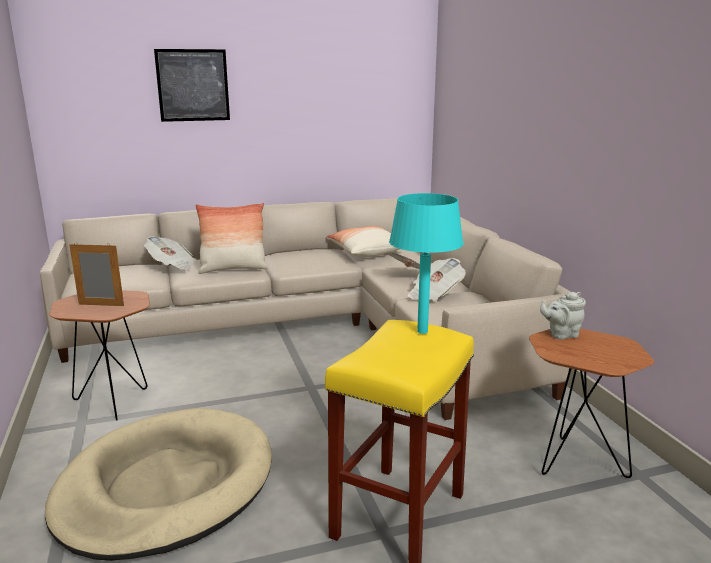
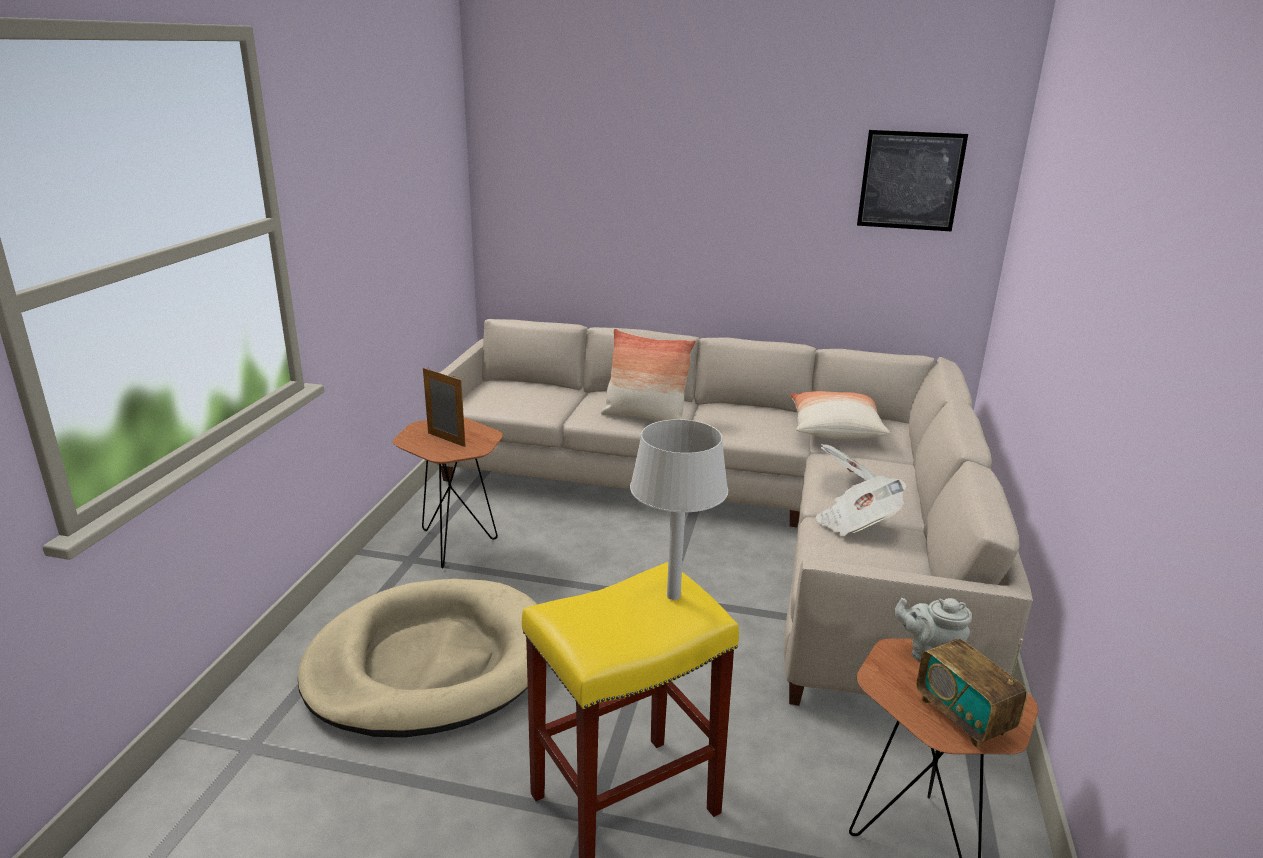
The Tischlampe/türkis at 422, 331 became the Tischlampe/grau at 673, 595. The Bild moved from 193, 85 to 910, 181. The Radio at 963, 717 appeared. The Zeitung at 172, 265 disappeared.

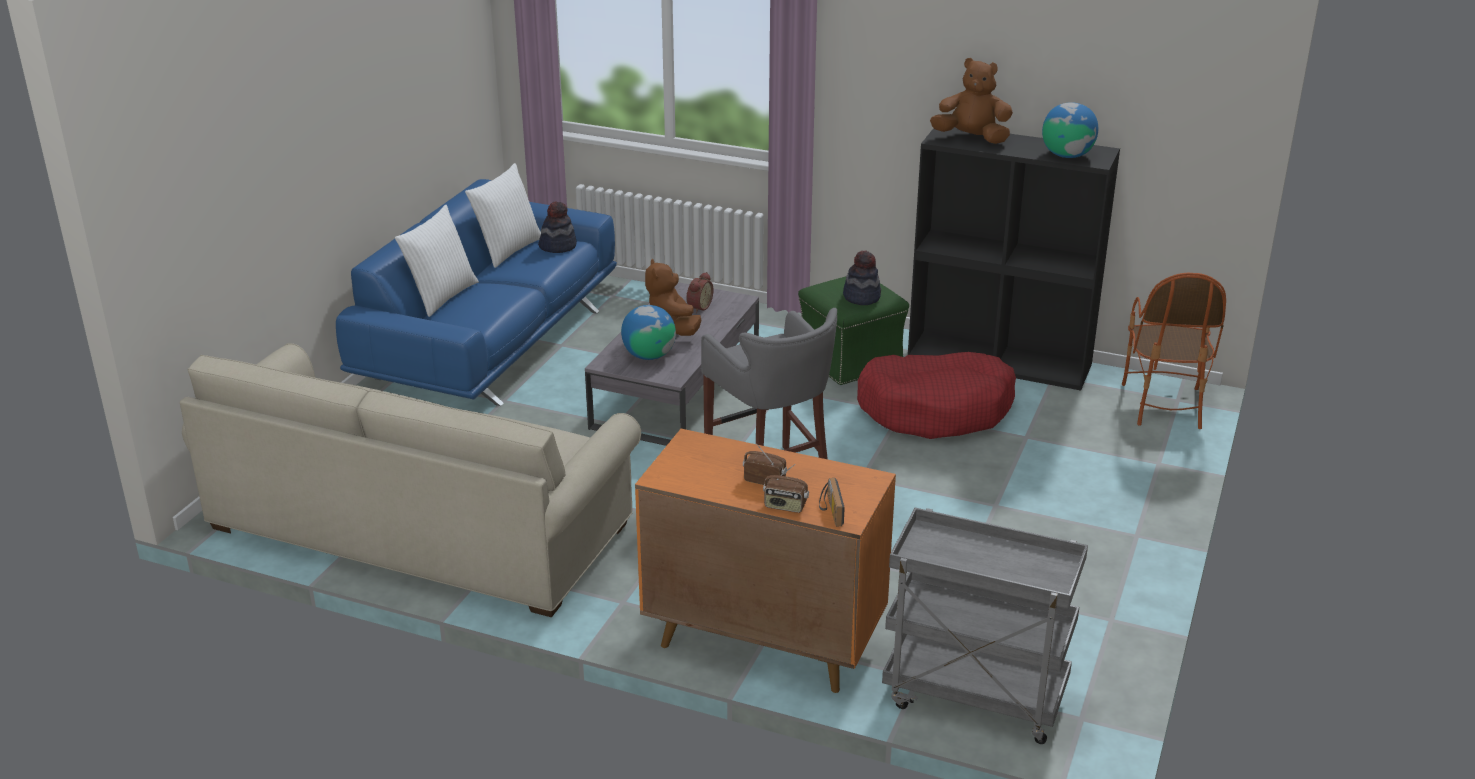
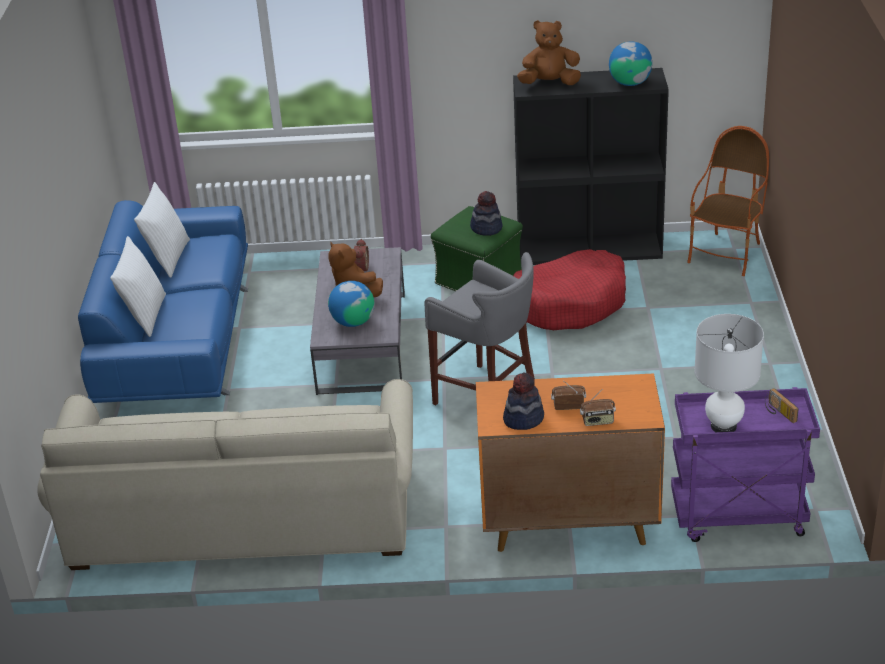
The Hut moved from 558, 246 to 523, 418. The Rollwagen/grau at 973, 698 became the Rollwagen/lila at 737, 518. The Sessel at 1163, 405 turned 135 degrees counterclockwise. The Tischlampe/weiß at 723, 426 appeared. The Radio moved from 829, 510 to 778, 413.

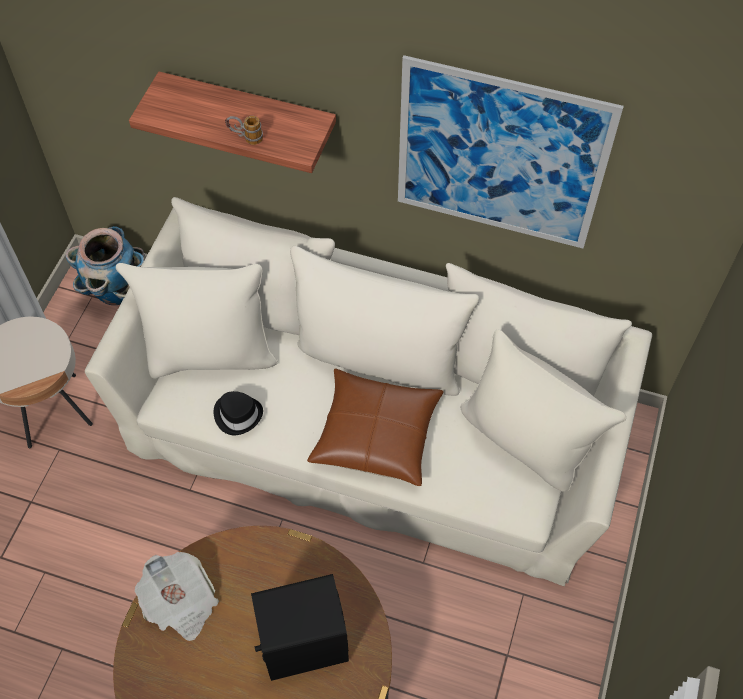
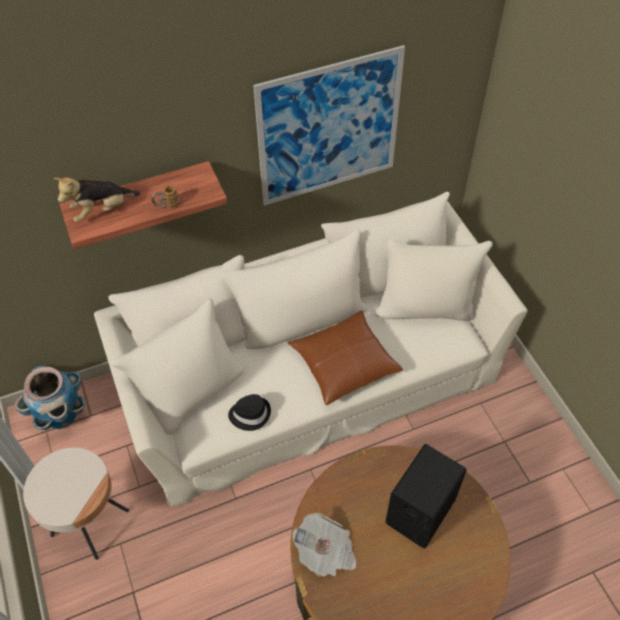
The Plüschtier at 102, 211 appeared.

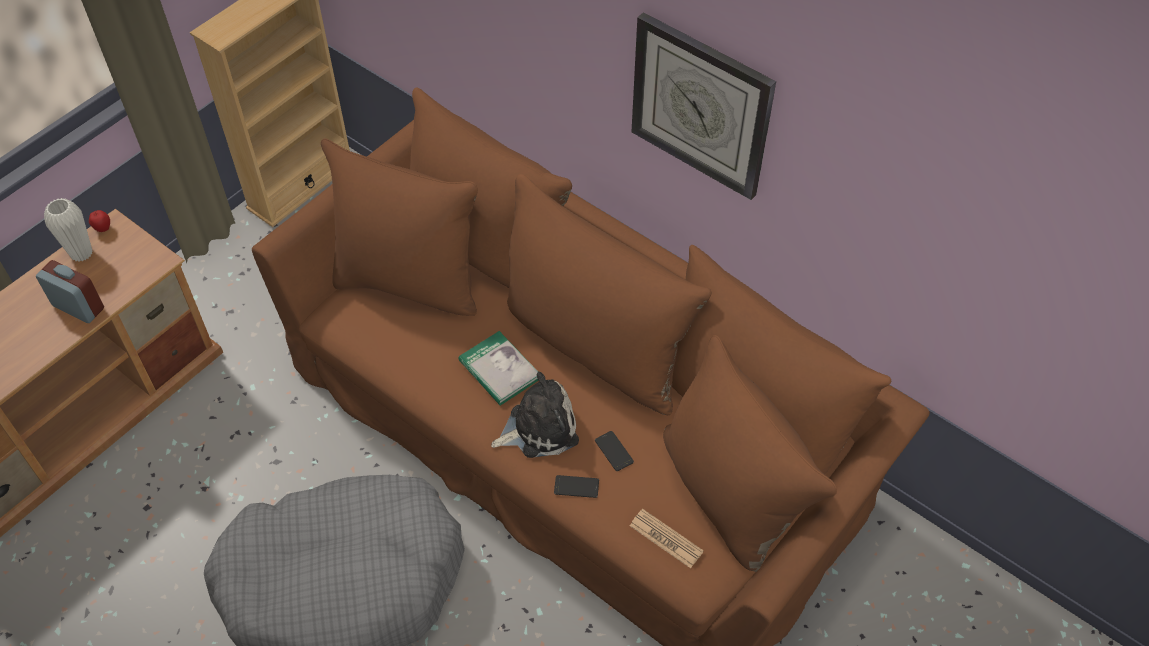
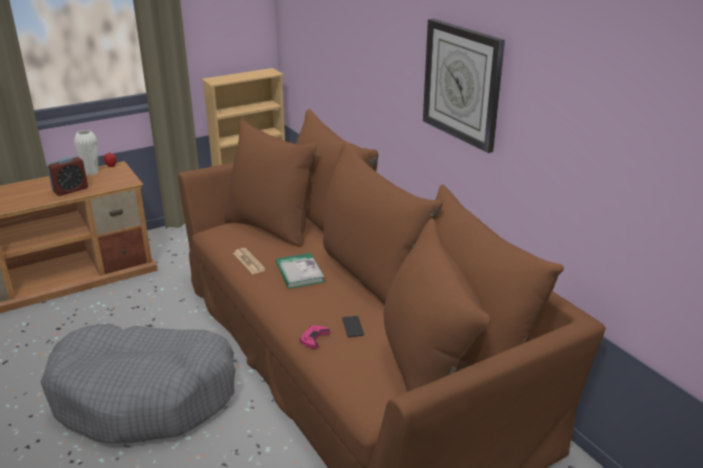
The Wecker at 78, 307 turned 90 degrees clockwise. The Zeitung moved from 666, 539 to 249, 261. The Handy at 576, 487 was replaced by the Gamepad/rosa at 314, 338. The Plüschtier at 539, 427 disappeared.

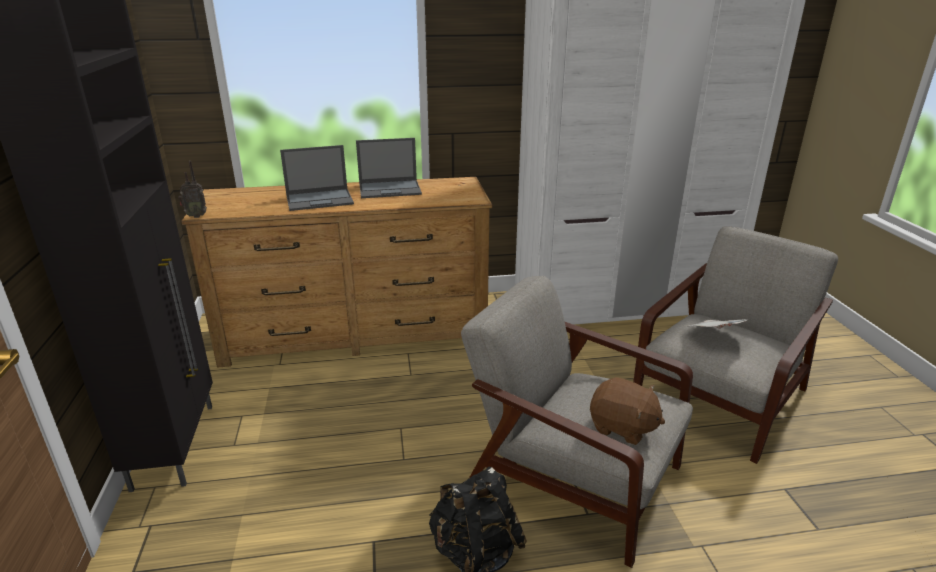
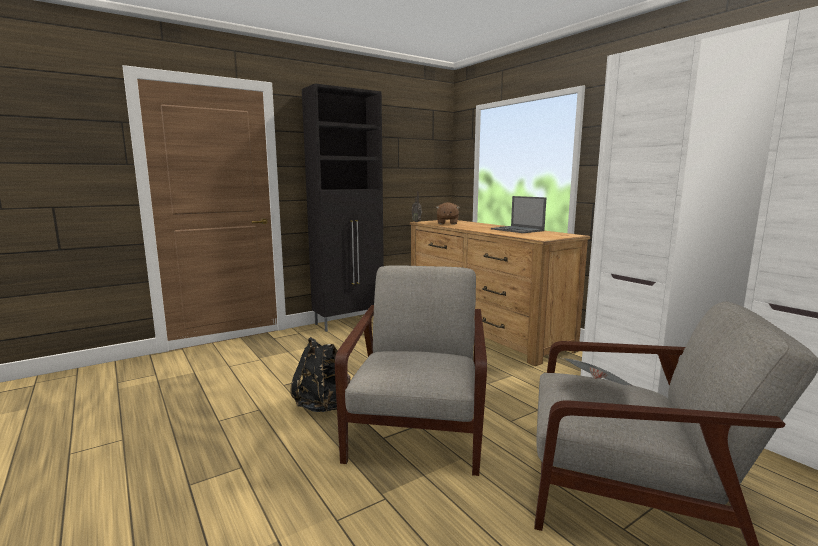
The Plüschtier/braun moved from 622, 427 to 447, 223. The Laptop at 320, 200 disappeared.

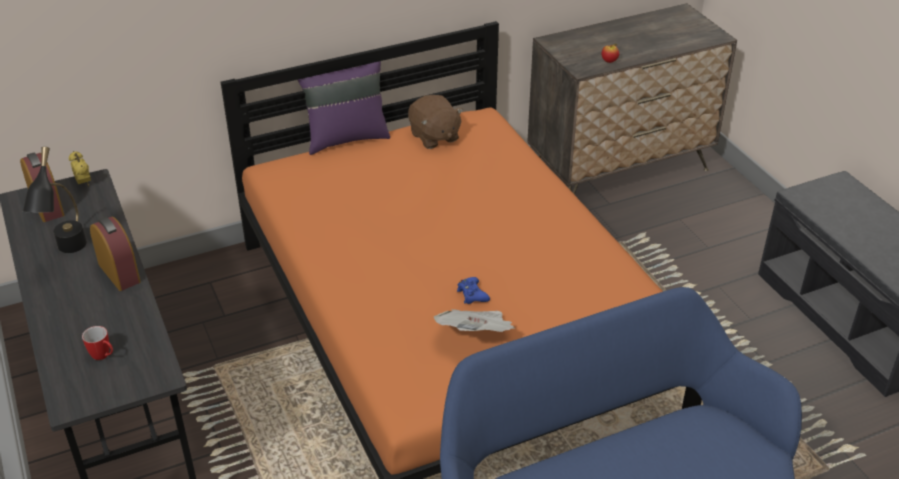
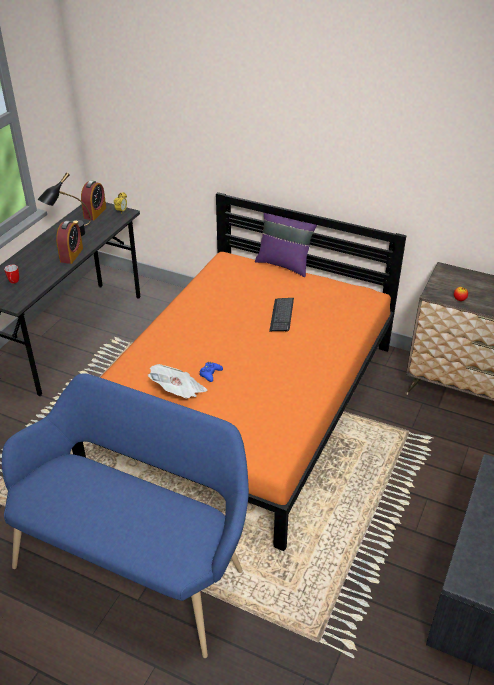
The Tastatur at 281, 315 appeared. The Plüschtier/braun at 434, 137 disappeared.

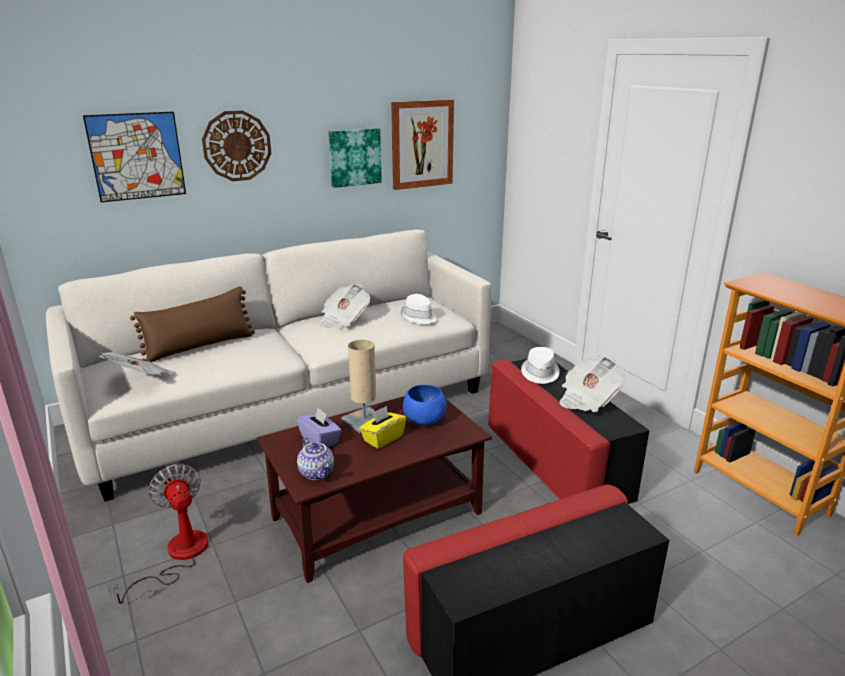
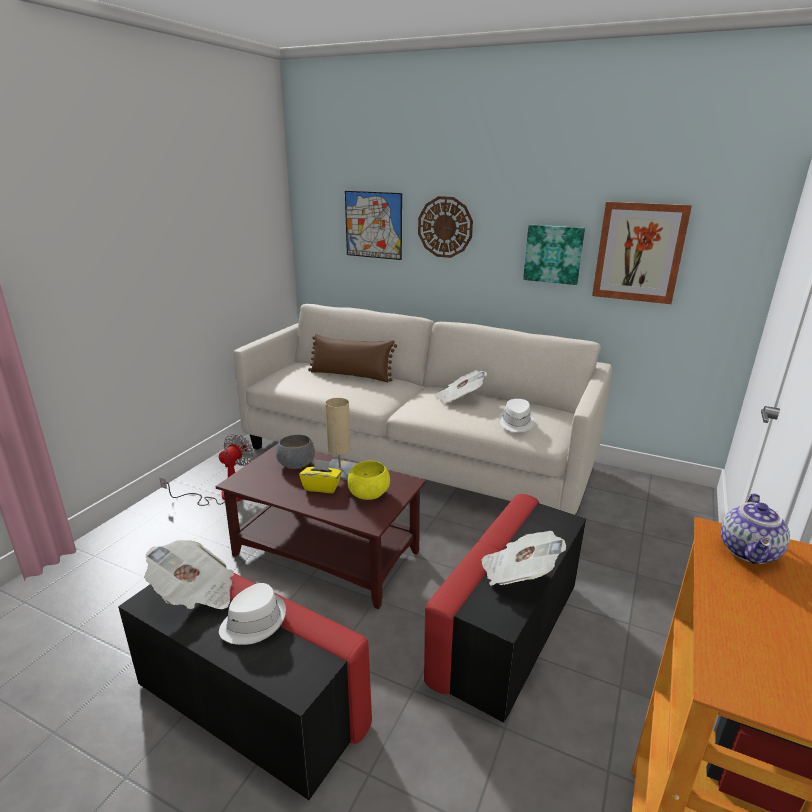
The Zeitung moved from 141, 379 to 195, 593. The Hut/weiß moved from 539, 373 to 253, 621. The Taschentuchbox/lila at 320, 440 was replaced by the Schüssel/grau at 296, 464. The Schüssel/blau at 424, 420 became the Schüssel/gelb at 368, 494. The Teekanne moved from 317, 473 to 750, 552.

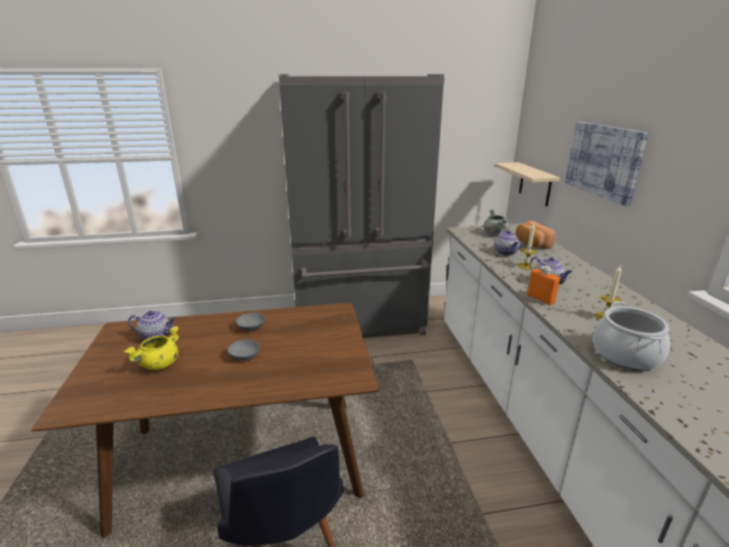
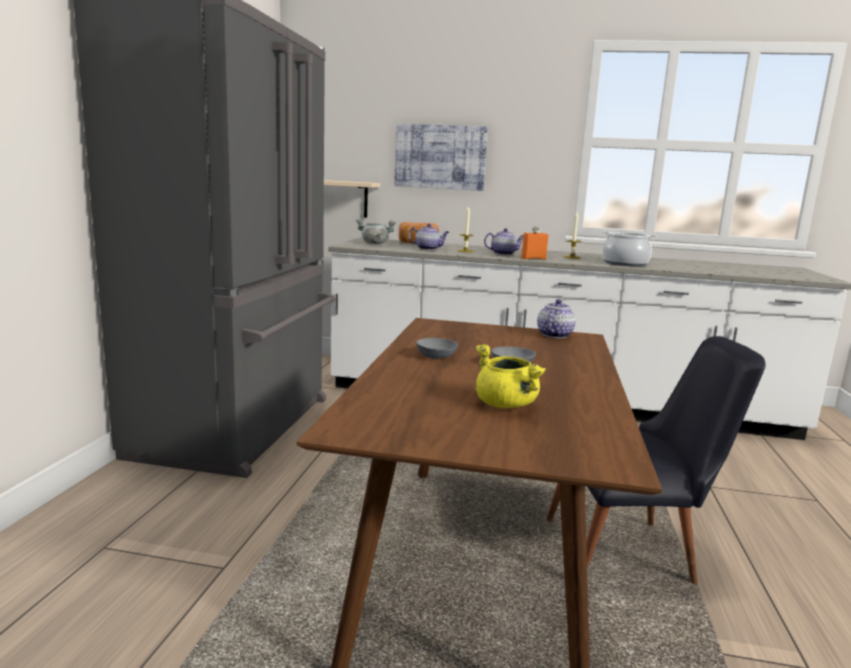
The Teekanne moved from 156, 336 to 554, 335.

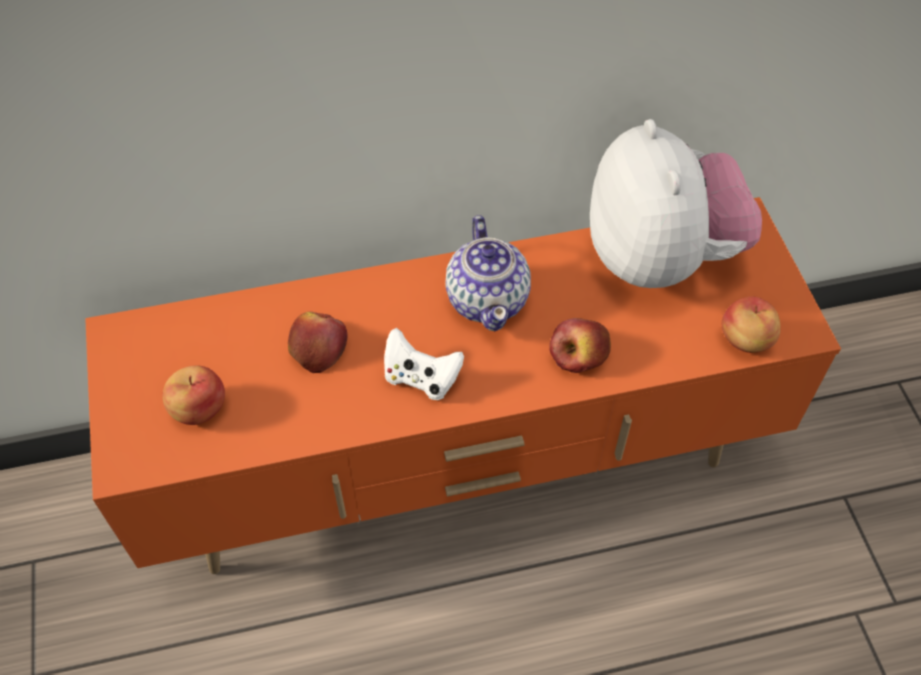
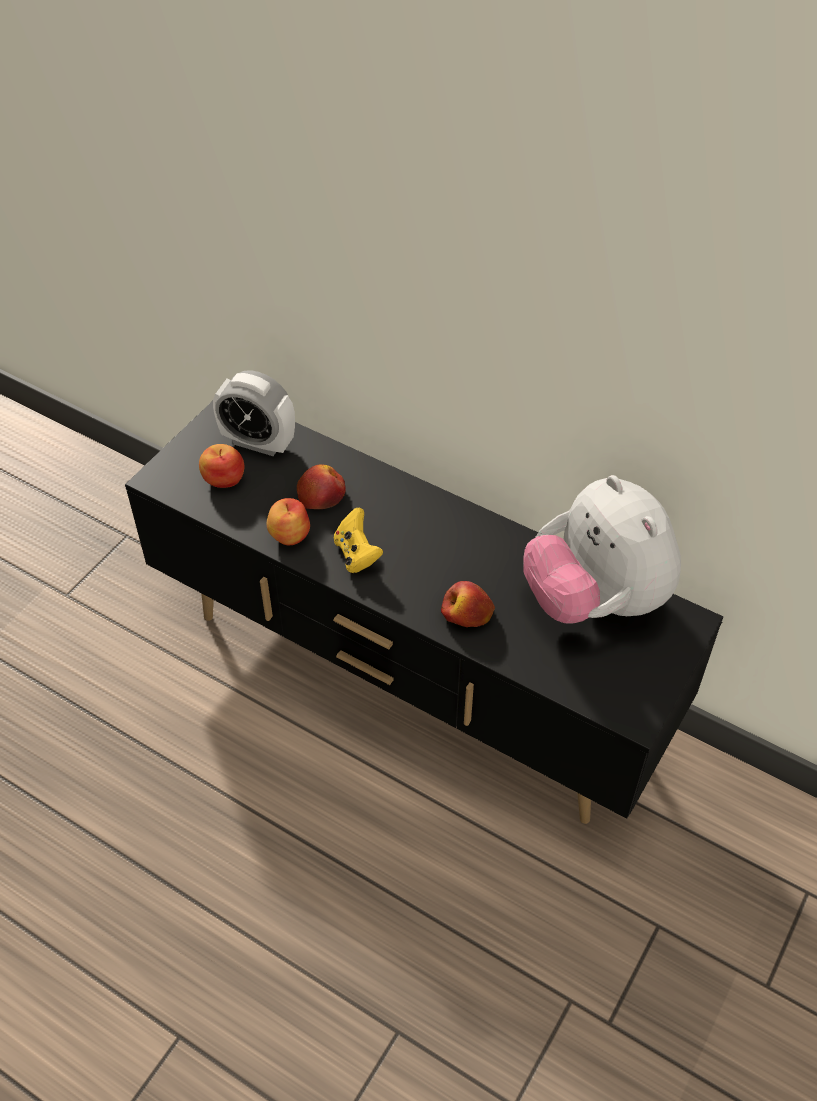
The Fernsehschrank/orange at 461, 468 became the Fernsehschrank/schwarz at 410, 681. The Wecker at 258, 442 appeared. The Apfel moved from 745, 340 to 289, 535. The Gamepad/weiß at 421, 378 became the Gamepad/gelb at 357, 554. The Plüschtier at 660, 258 turned 120 degrees clockwise. The Teekanne at 488, 299 disappeared.

